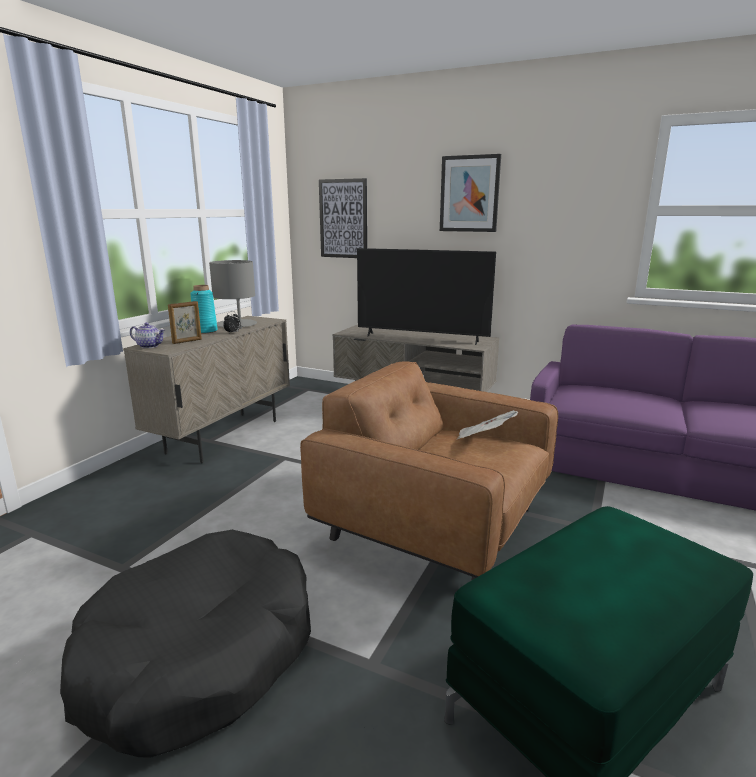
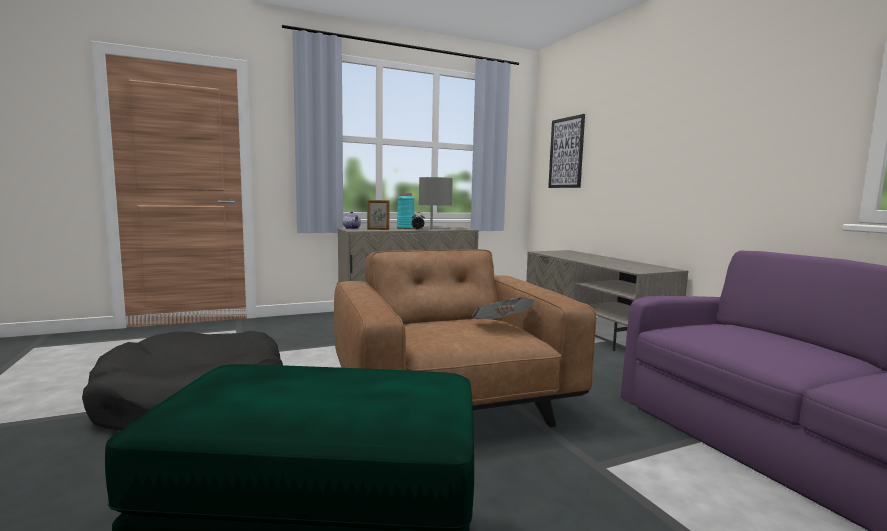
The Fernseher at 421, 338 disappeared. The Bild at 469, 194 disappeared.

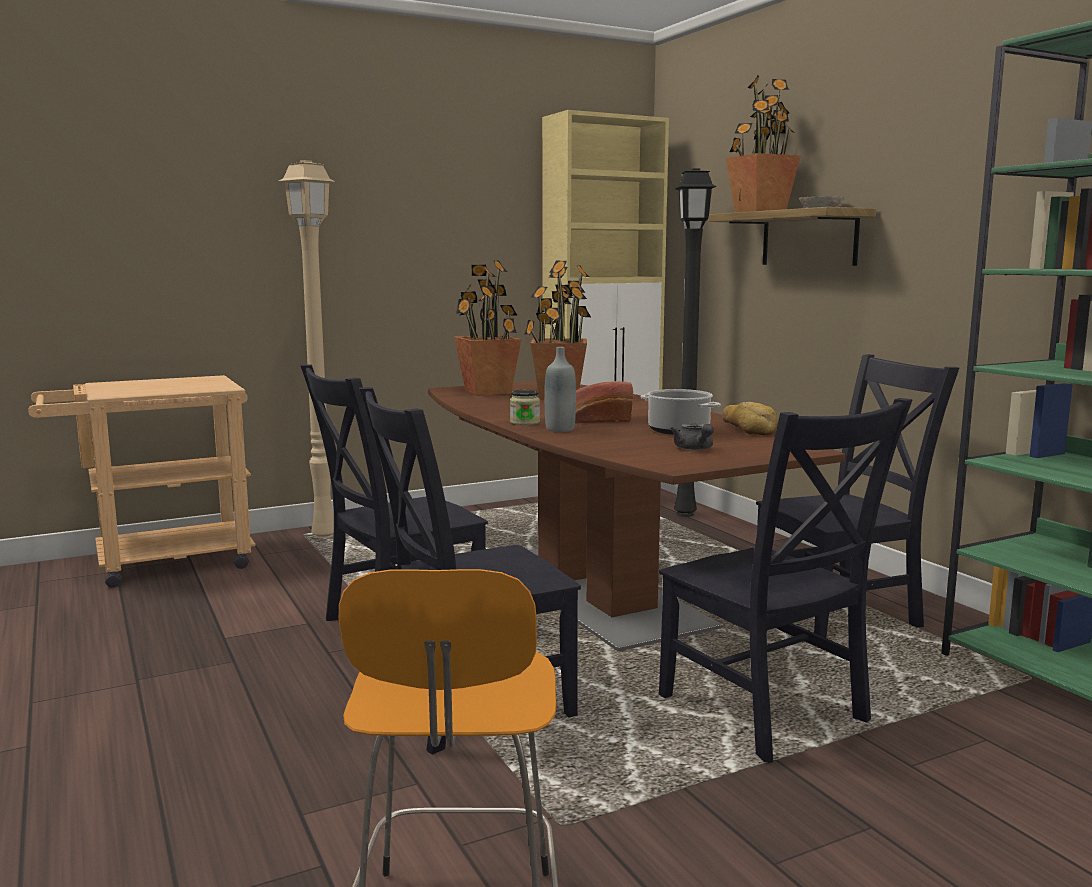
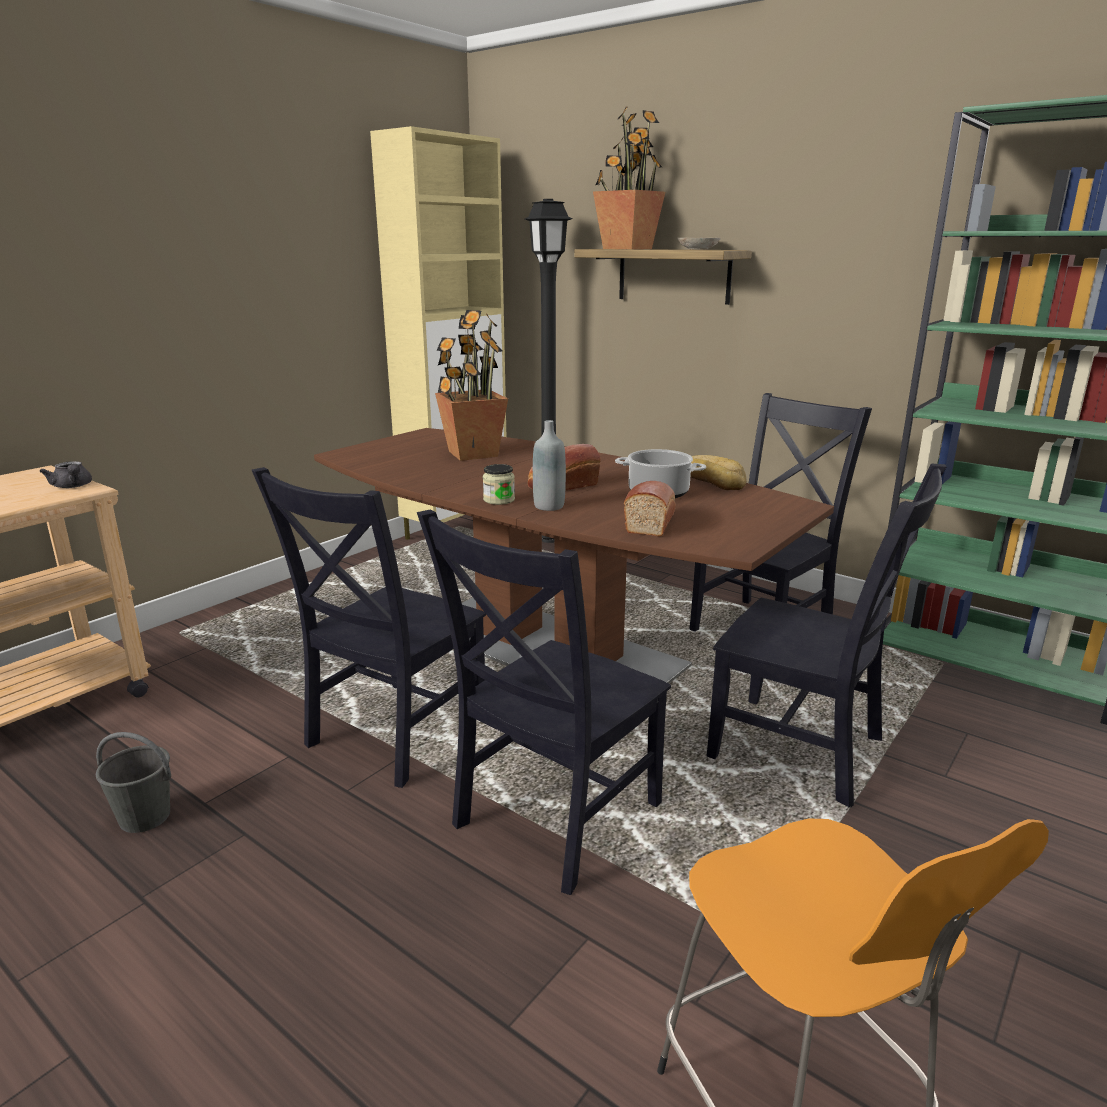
The Teekanne/grau moved from 695, 449 to 72, 486. The Eimer/grau at 144, 817 appeared. The Brot at 651, 522 appeared. The Stehlampe/beige at 324, 536 disappeared. The Topfpflanze at 487, 392 disappeared.

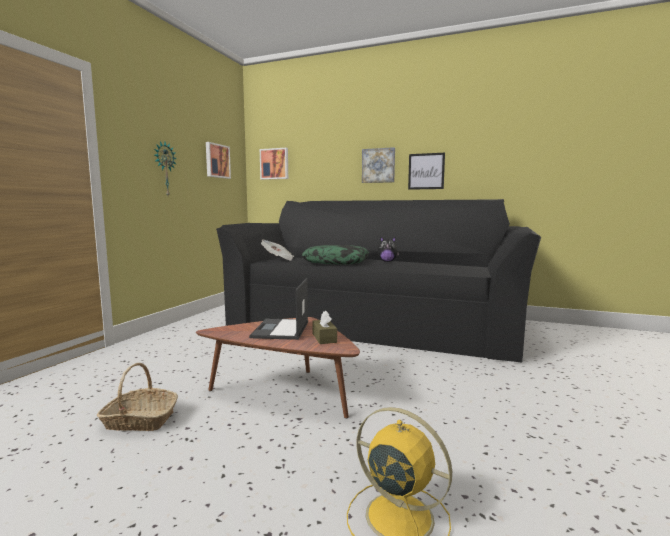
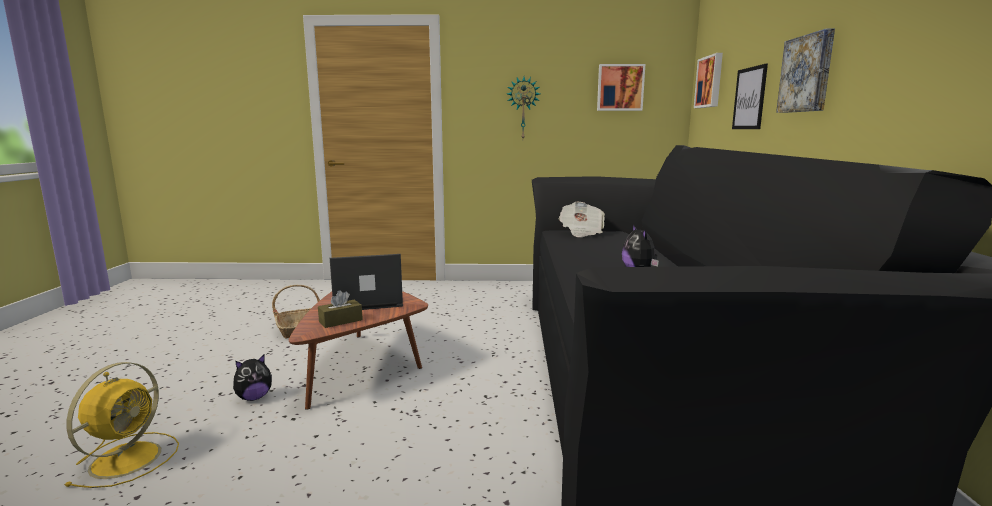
The Plüschtier at 254, 397 appeared. The Bild moved from 426, 171 to 749, 98. The Kissen at 336, 262 disappeared.

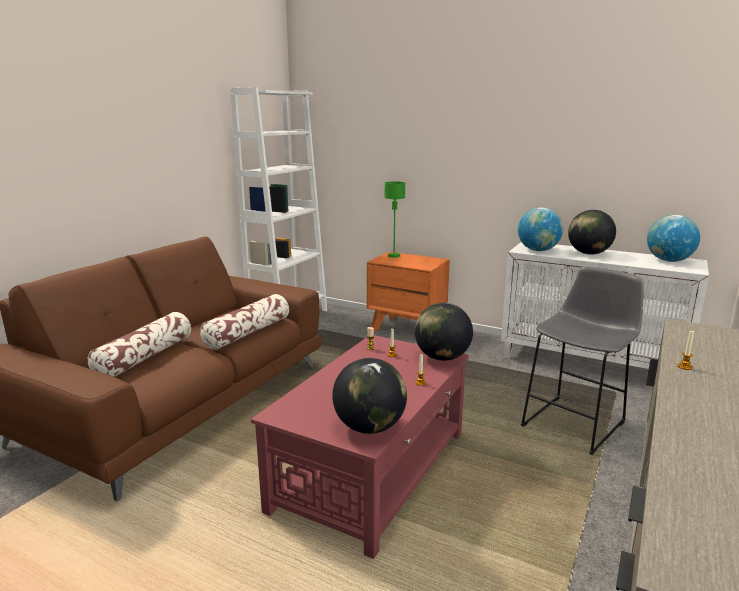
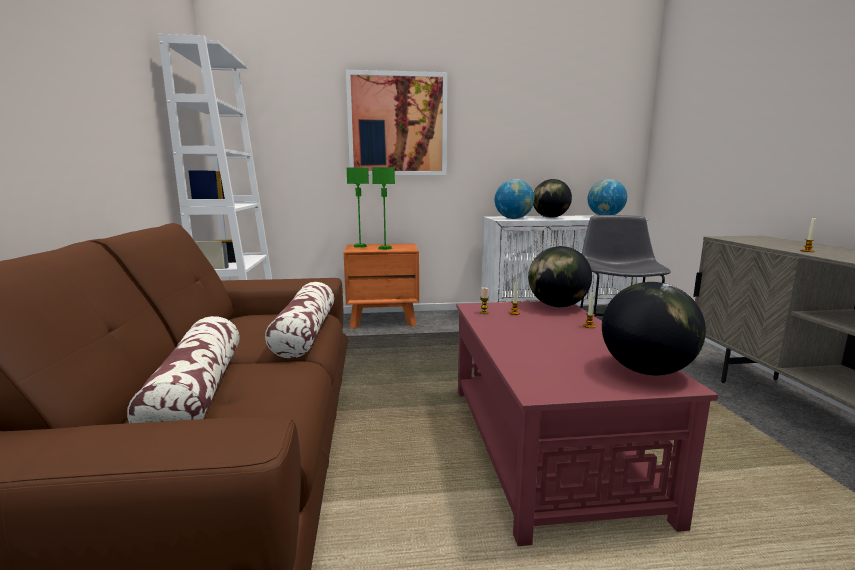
The Bild at 397, 125 appeared. The Tischlampe/grün at 385, 248 appeared.

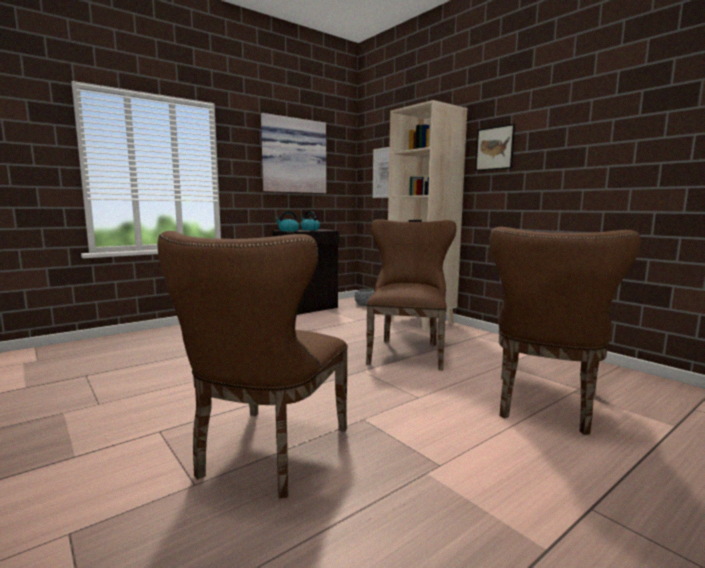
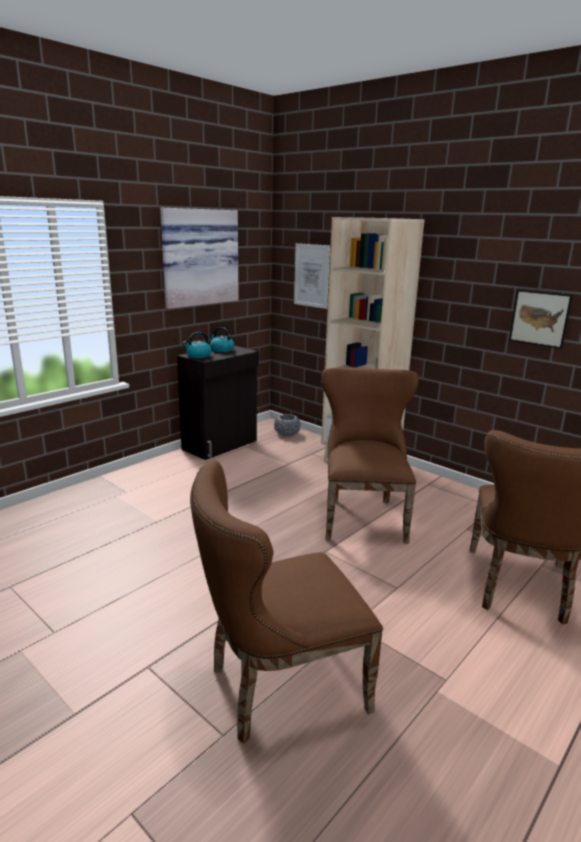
The Stuhl/braun at 267, 455 turned 60 degrees clockwise. The Bild moved from 494, 148 to 539, 318.

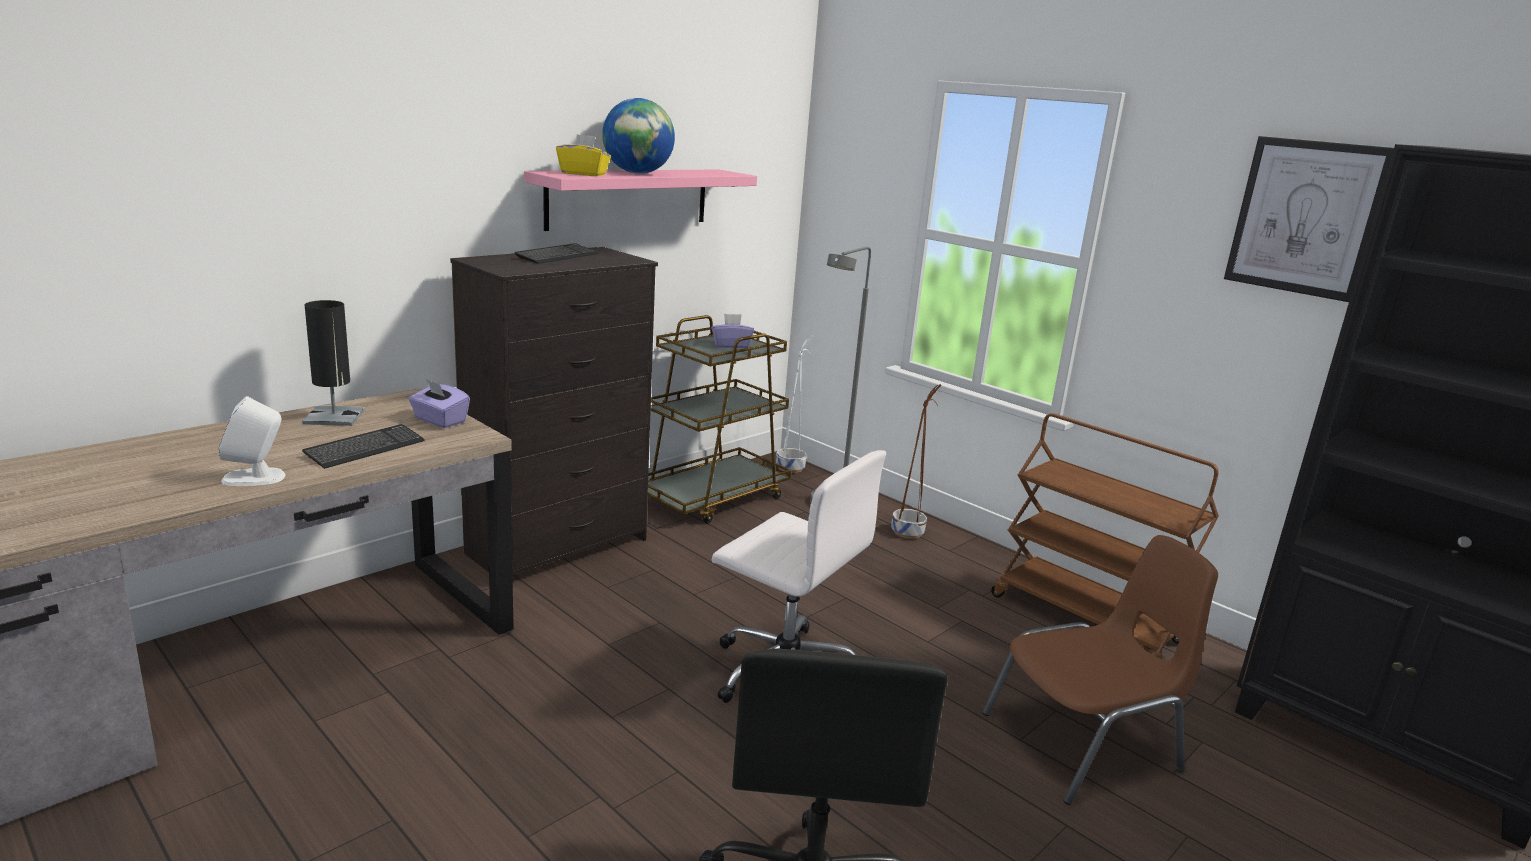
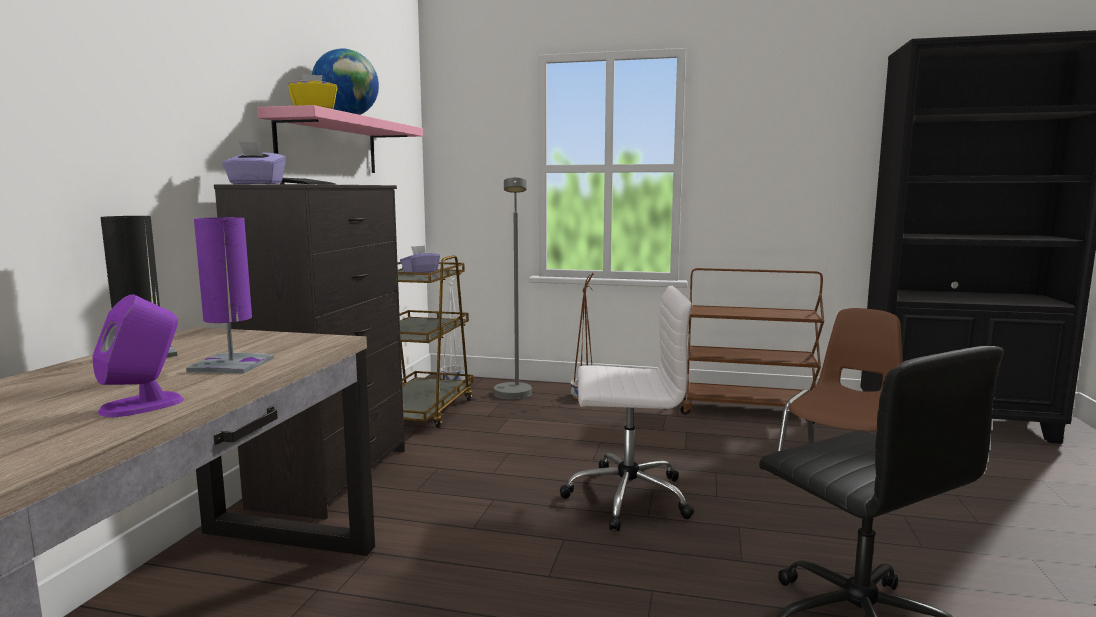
The Lautsprecher/weiß at 255, 478 became the Lautsprecher/lila at 143, 405. The Tastatur at 365, 448 was replaced by the Tischlampe/lila at 231, 365. The Taschentuchbox/lila moved from 439, 420 to 255, 183. The Bild at 1306, 217 disappeared.

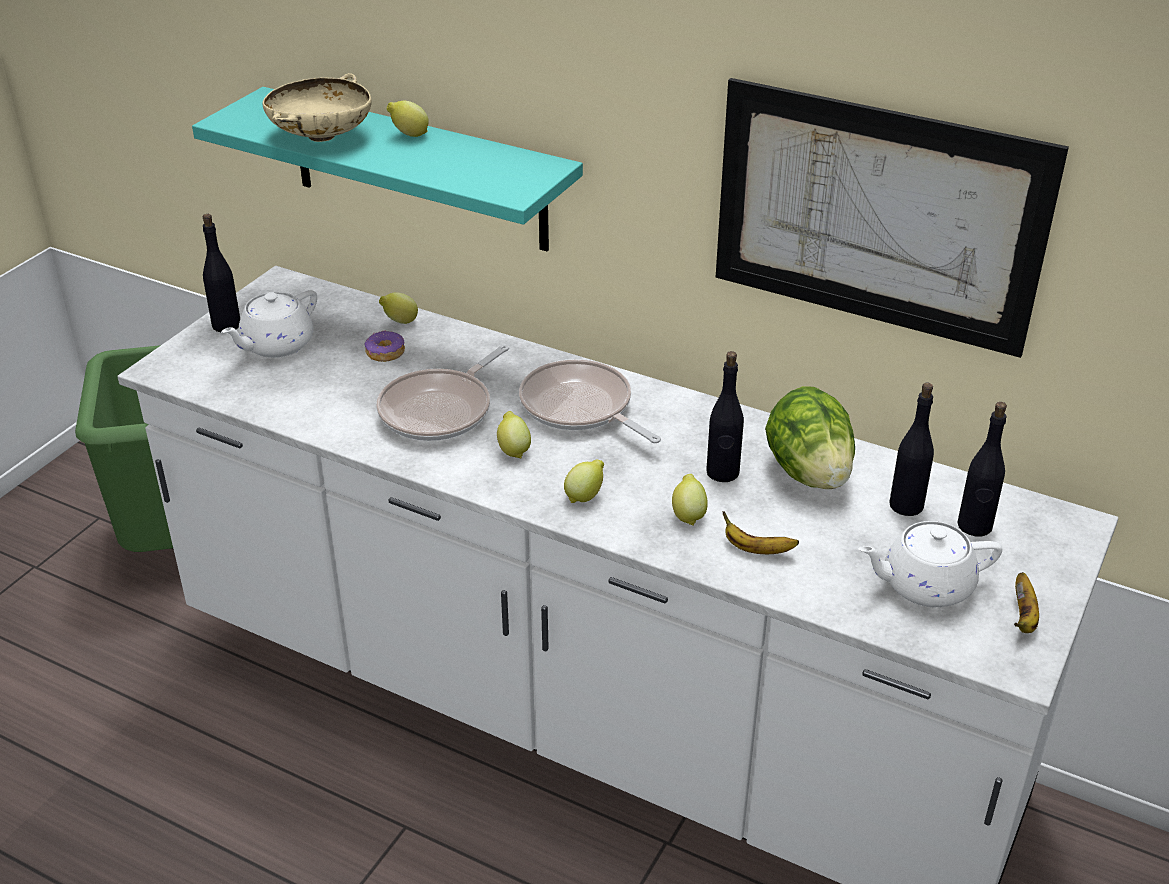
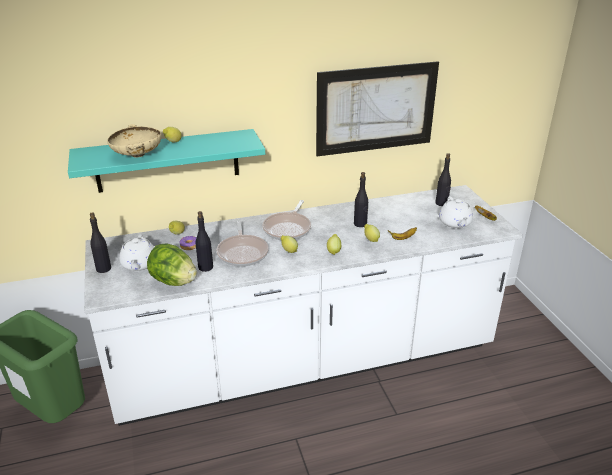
The Salatkopf moved from 808, 473 to 173, 281. The Flasche/schwarz moved from 906, 505 to 205, 267. The Pfanne at 580, 408 turned 75 degrees counterclockwise. The Teekanne/weiß at 924, 585 turned 45 degrees counterclockwise.

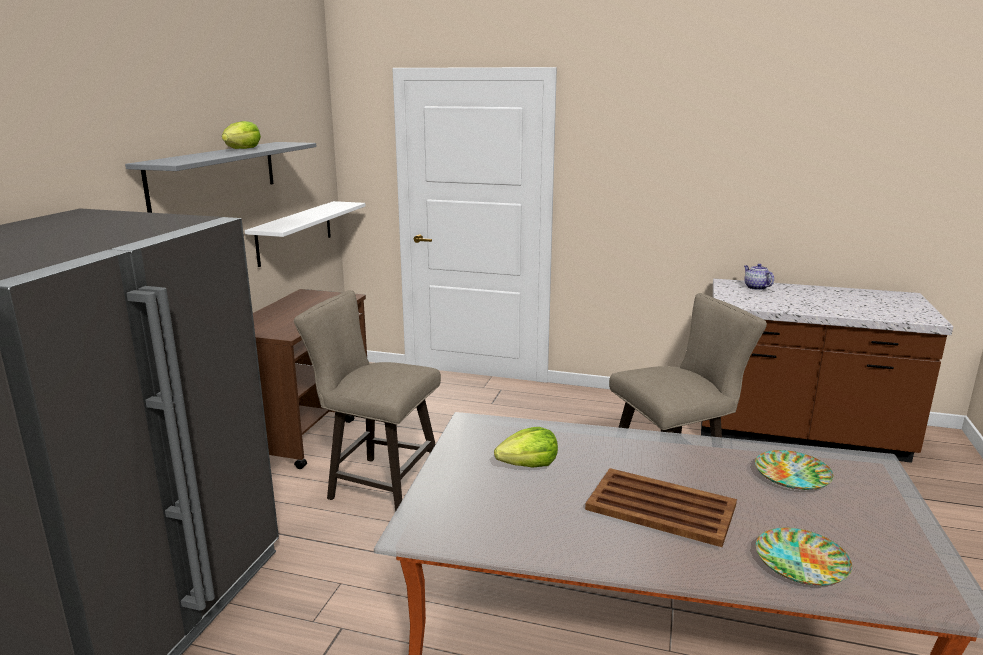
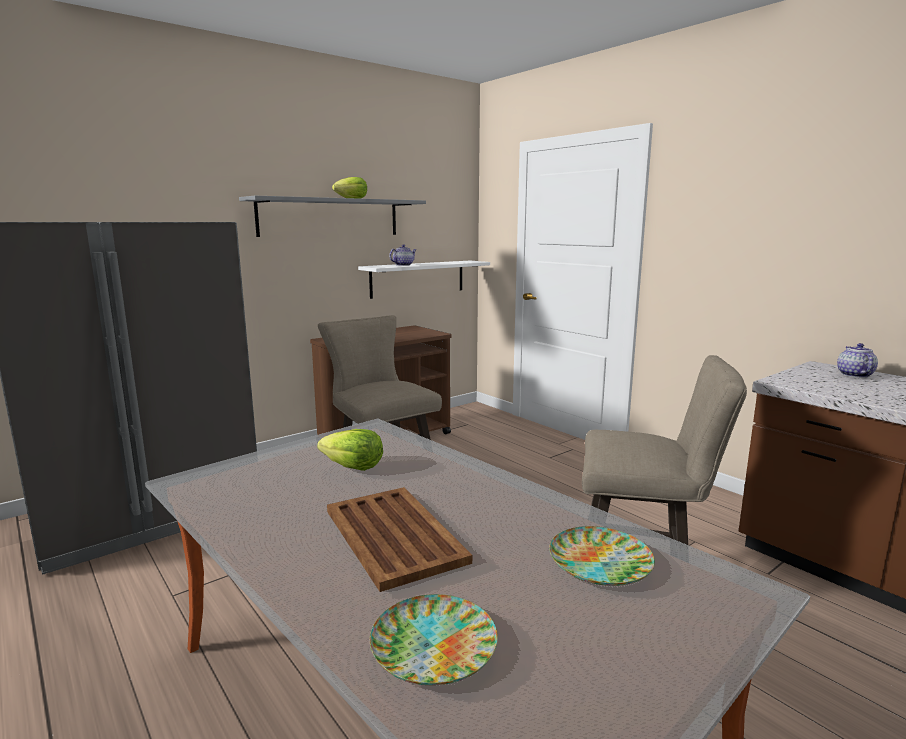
The Teekanne at 403, 265 appeared.

